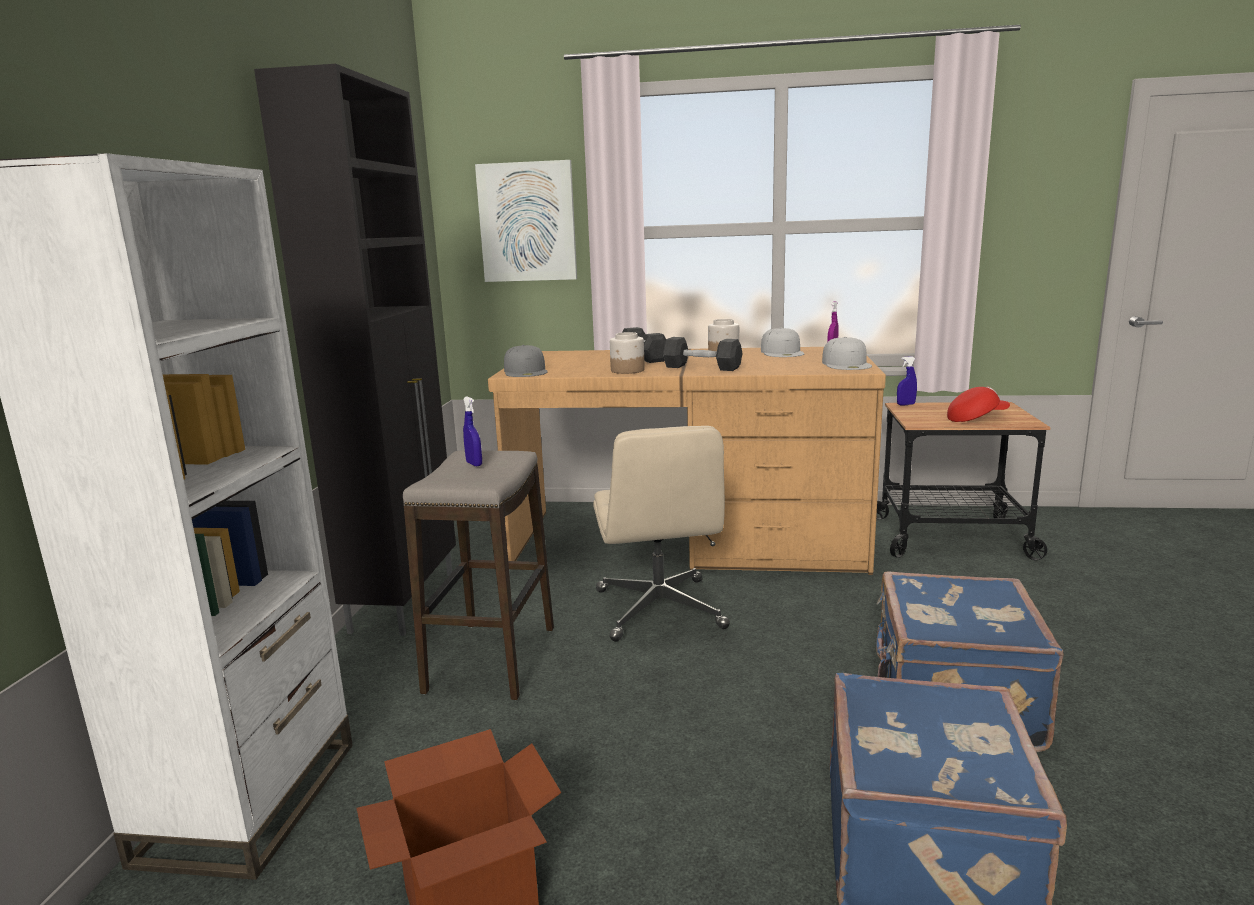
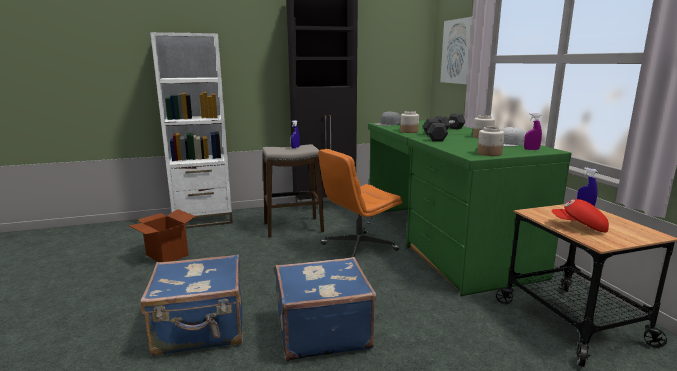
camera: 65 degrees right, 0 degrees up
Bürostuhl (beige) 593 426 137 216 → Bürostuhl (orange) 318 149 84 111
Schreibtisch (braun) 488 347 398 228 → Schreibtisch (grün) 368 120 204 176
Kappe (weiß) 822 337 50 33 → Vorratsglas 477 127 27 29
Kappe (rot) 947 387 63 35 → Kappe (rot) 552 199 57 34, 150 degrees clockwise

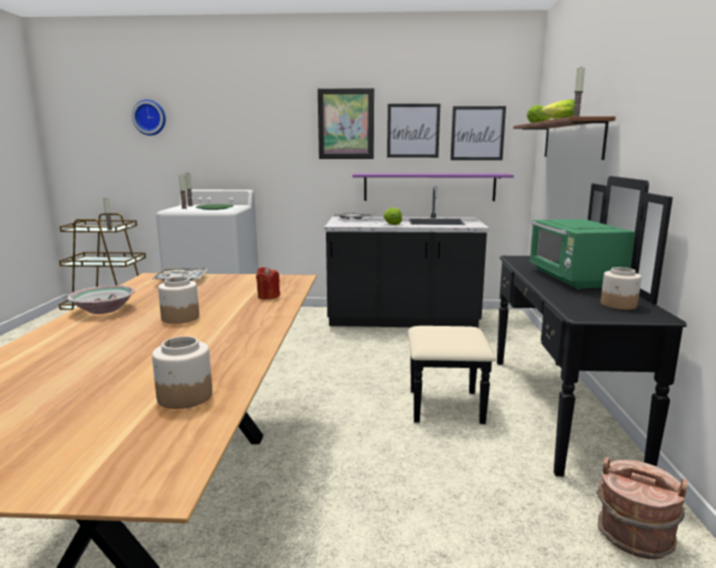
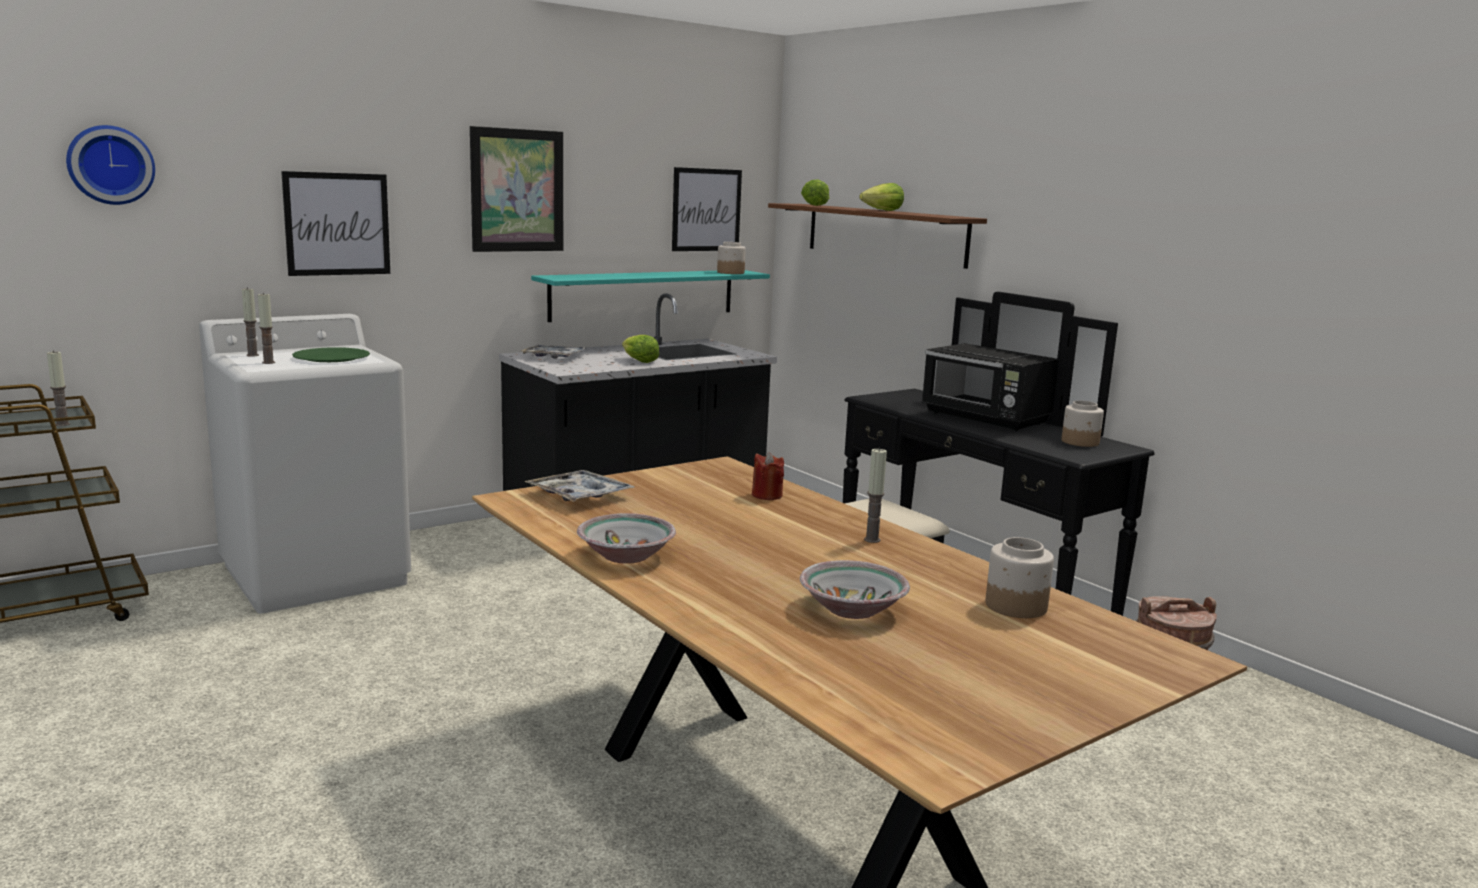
camera: 40 degrees left, 0 degrees up
Bild 387 104 53 54 → Bild 281 171 109 105, shifted
Wandregal (lila) 352 173 162 28 → Wandregal (türkis) 531 270 239 52
Vorratsglas 158 277 41 47 → Vorratsglas 717 242 29 32, shifted
- → Schüssel 800 560 110 59
Kerze 573 68 12 49 → Kerze 864 448 23 95, shifted
Mikrowelle (grün) 530 219 106 71 → Mikrowelle (schwarz) 922 343 137 88

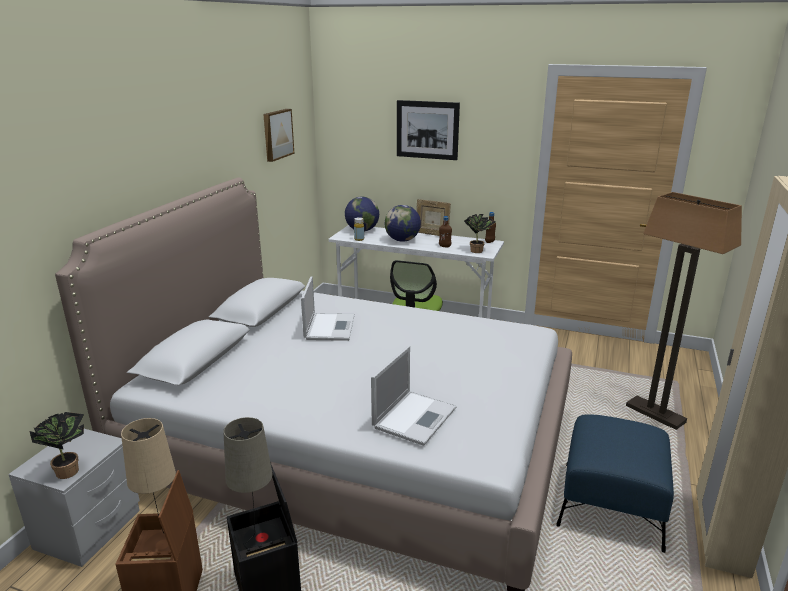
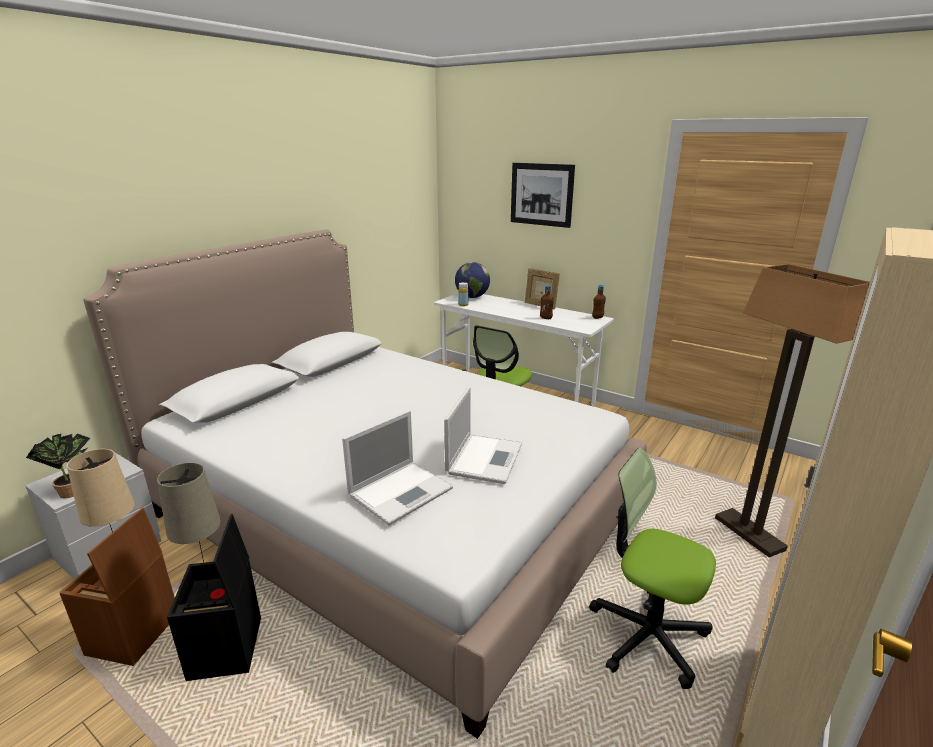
camera: 15 degrees right, 0 degrees up
Laptop 301 276 54 65 → Laptop 444 387 78 97, shifted
Polsterhocker (blau) 556 414 118 139 → Bürostuhl 589 448 127 241
Bild 263 109 31 53 → -
Globus 385 205 36 37 → -
Topfpflanze 464 214 31 39 → -

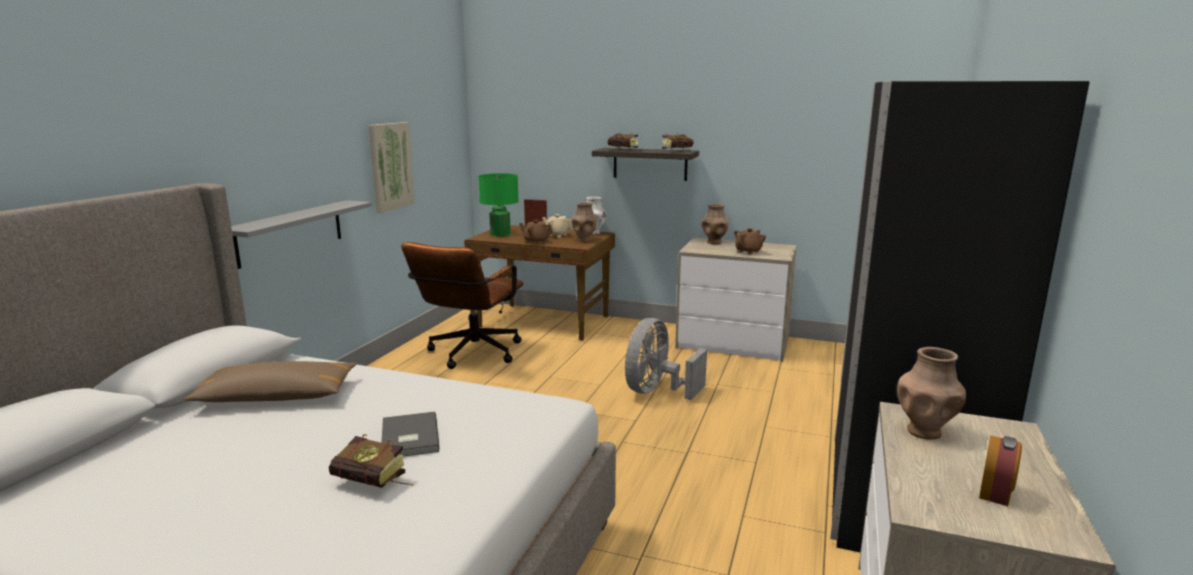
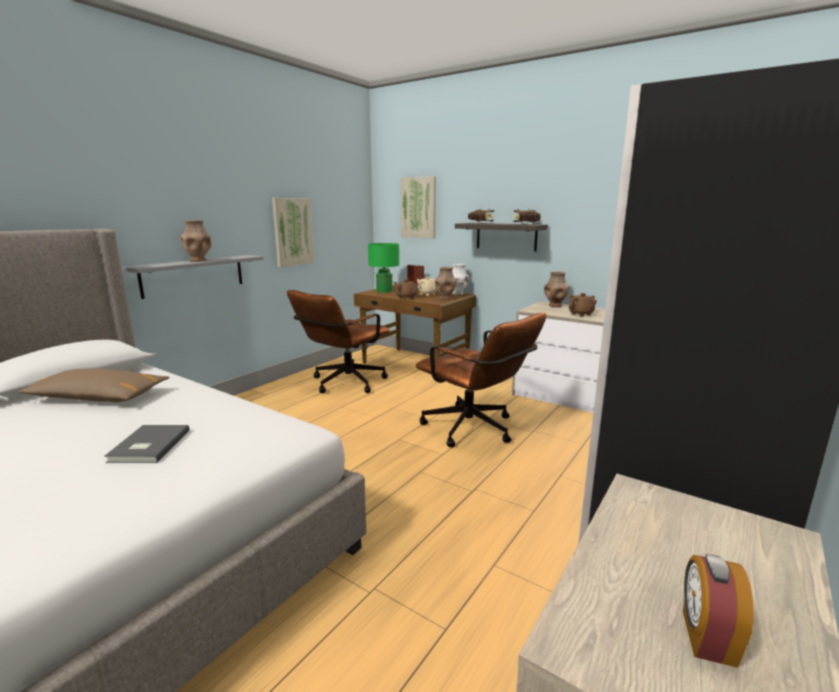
camera: 15 degrees right, 0 degrees up
Vase (braun) 897 347 69 93 → Vase (braun) 181 220 30 42, shifted
- → Bild 400 176 36 63
Ventilator (grau) 625 318 82 82 → Bürostuhl (braun) 416 313 131 135
Wecker 979 435 43 71 → Wecker 683 554 71 114, 150 degrees clockwise
Buch 329 434 84 54 → -

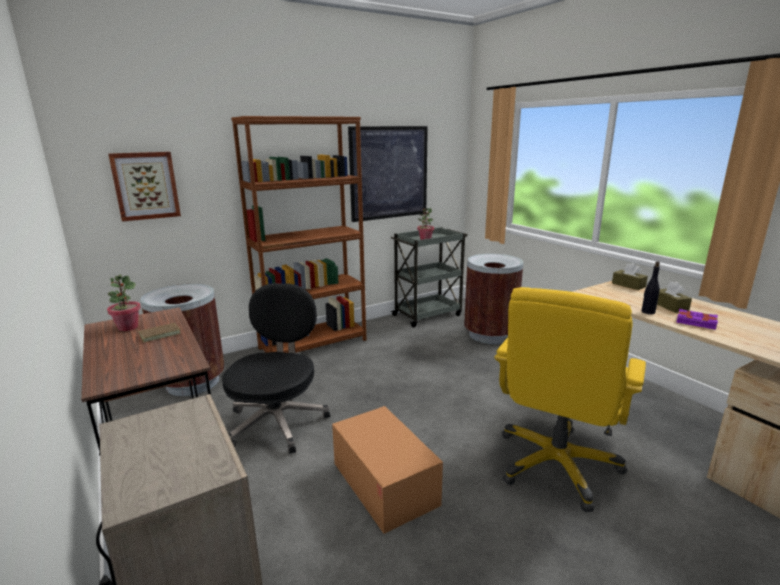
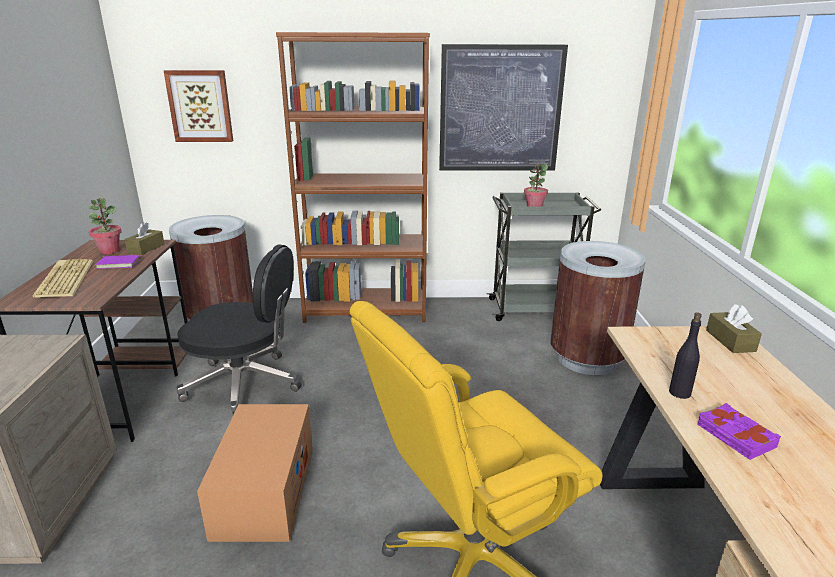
camera: 30 degrees right, 5 degrees up
- → Tastatur 33 259 60 39
Buch (braun) 137 323 44 19 → Buch (lila) 96 254 44 15
Taschentuchbox (braun) 657 281 35 32 → Taschentuchbox (braun) 124 222 40 33, shifted
Bürostuhl (schwarz) 222 283 108 171 → Bürostuhl (schwarz) 176 244 126 171, 60 degrees clockwise

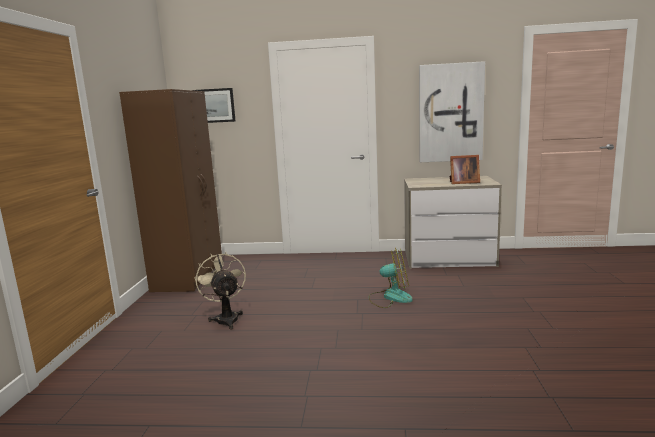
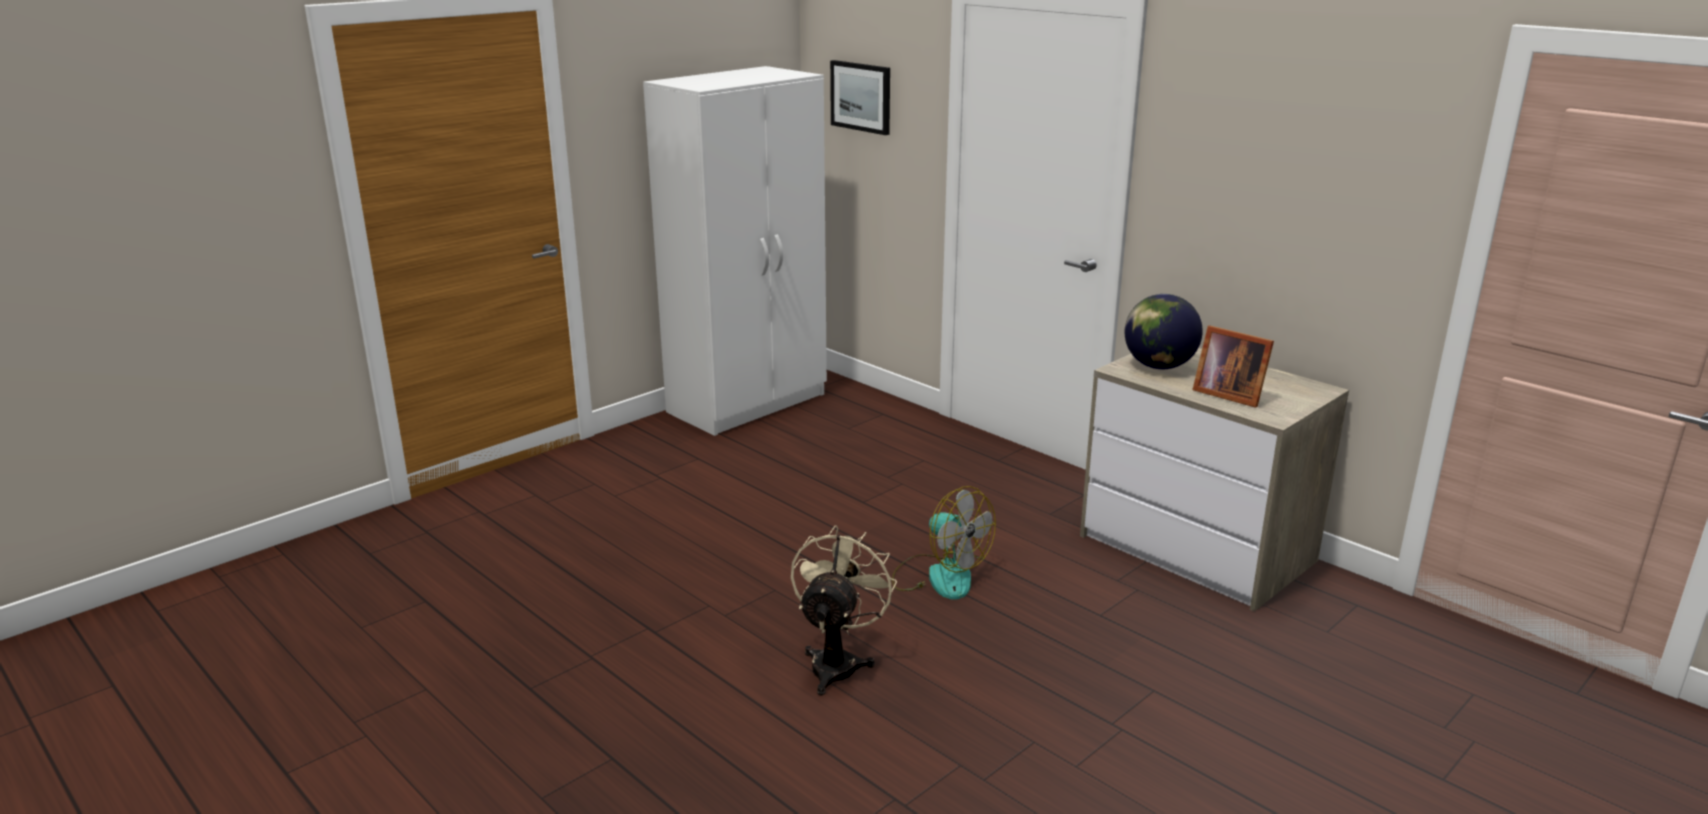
camera: 40 degrees right, 10 degrees up
Kleiderschrank (braun) 119 89 103 203 → Kleiderschrank (weiß) 643 66 184 370
Ventilator (beige) 194 252 52 78 → Ventilator (beige) 791 525 106 170, shifted
- → Globus 1125 294 78 75
Bild 419 61 66 101 → -

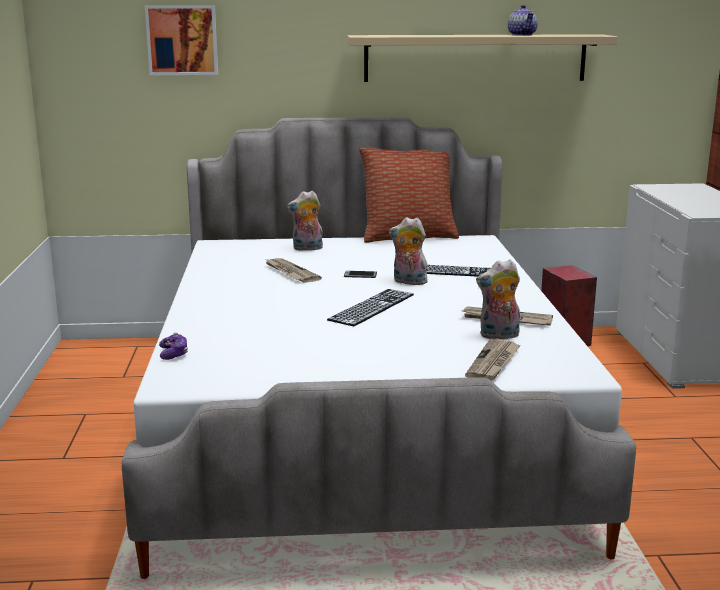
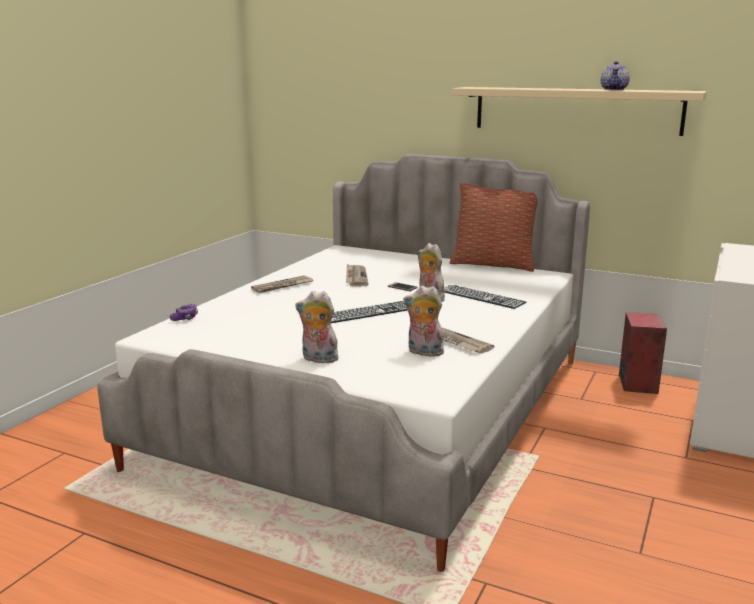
camera: 30 degrees right, 0 degrees up
Zeitung 465 339 56 42 → Zeitung 251 276 62 17, shifted
Plüschtier 287 191 36 60 → Plüschtier 296 291 43 72, shifted
Bild 145 5 73 70 → -

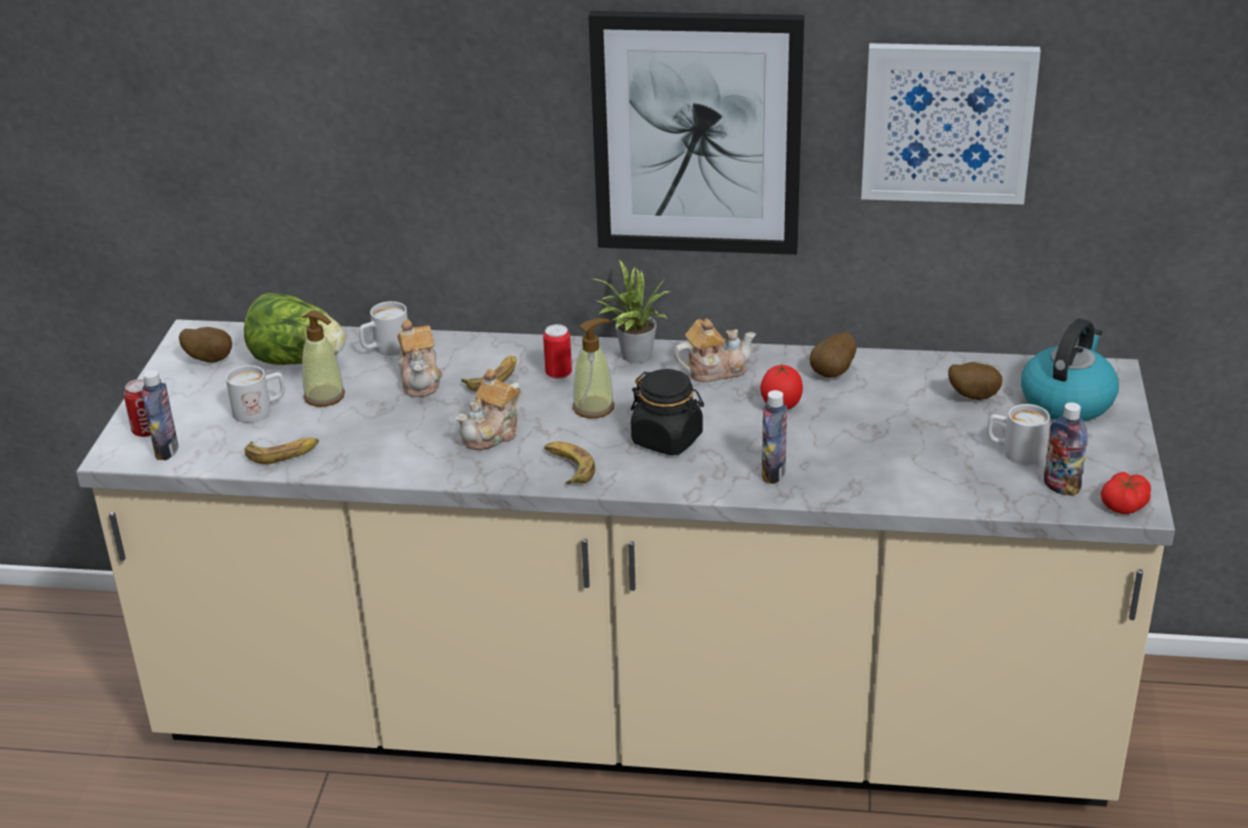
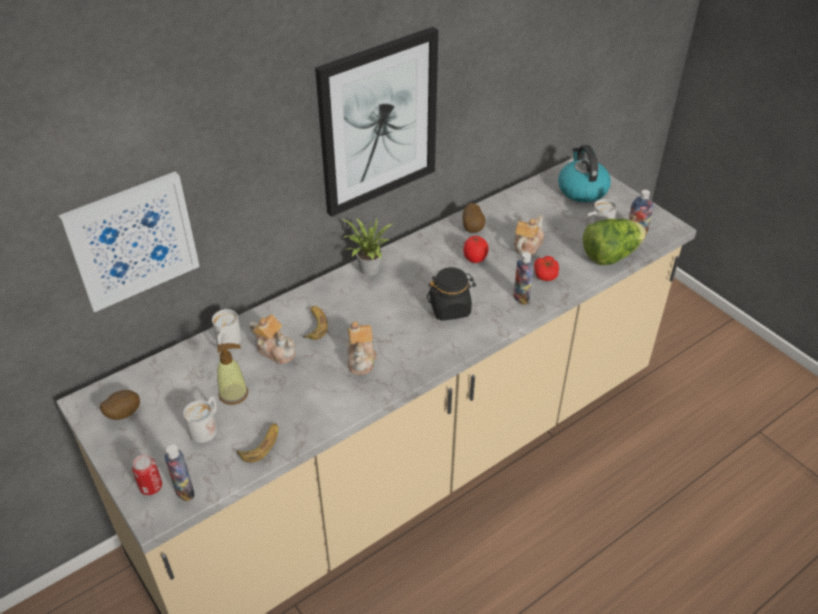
camera: 45 degrees left, 10 degrees up
Bild 861 43 180 161 → Bild 58 171 142 141, shifted
Teekanne 674 319 82 63 → Teekanne 513 215 31 41, shifted
Tomate 1101 472 50 42 → Tomate 534 256 25 25, shifted
Salatkopf 244 292 102 73 → Salatkopf 583 218 63 47, shifted
Dose 543 324 29 57 → -
Banane 544 441 51 43 → -
Seifenspender 573 318 42 100 → -
Kartoffel 948 362 54 38 → -

